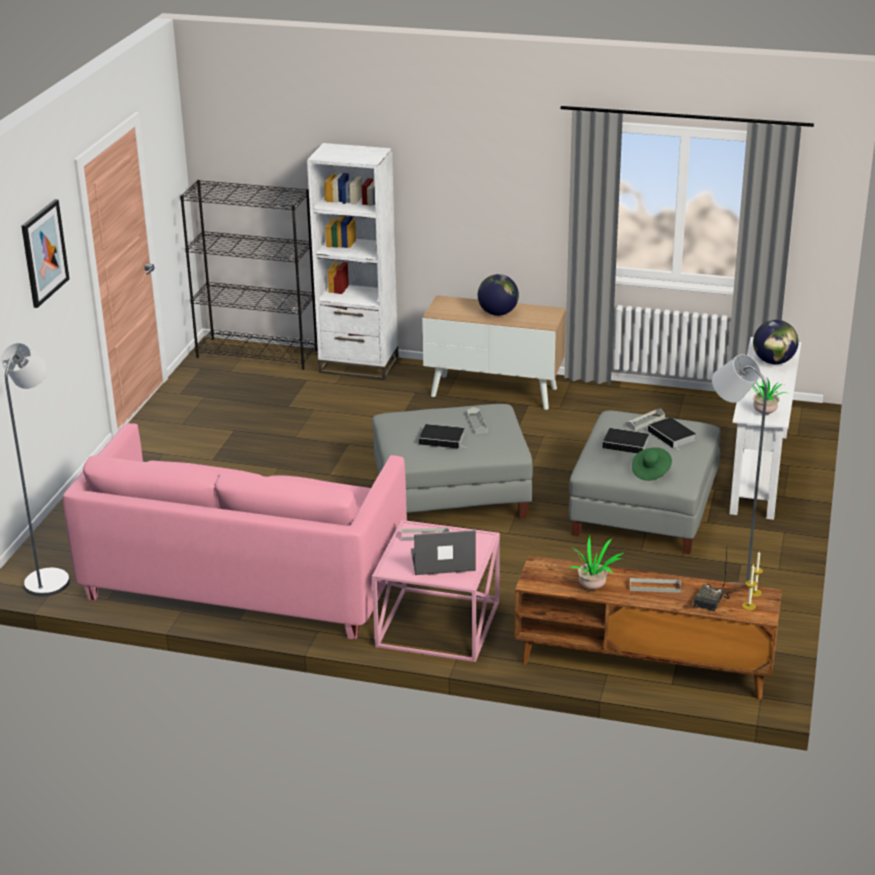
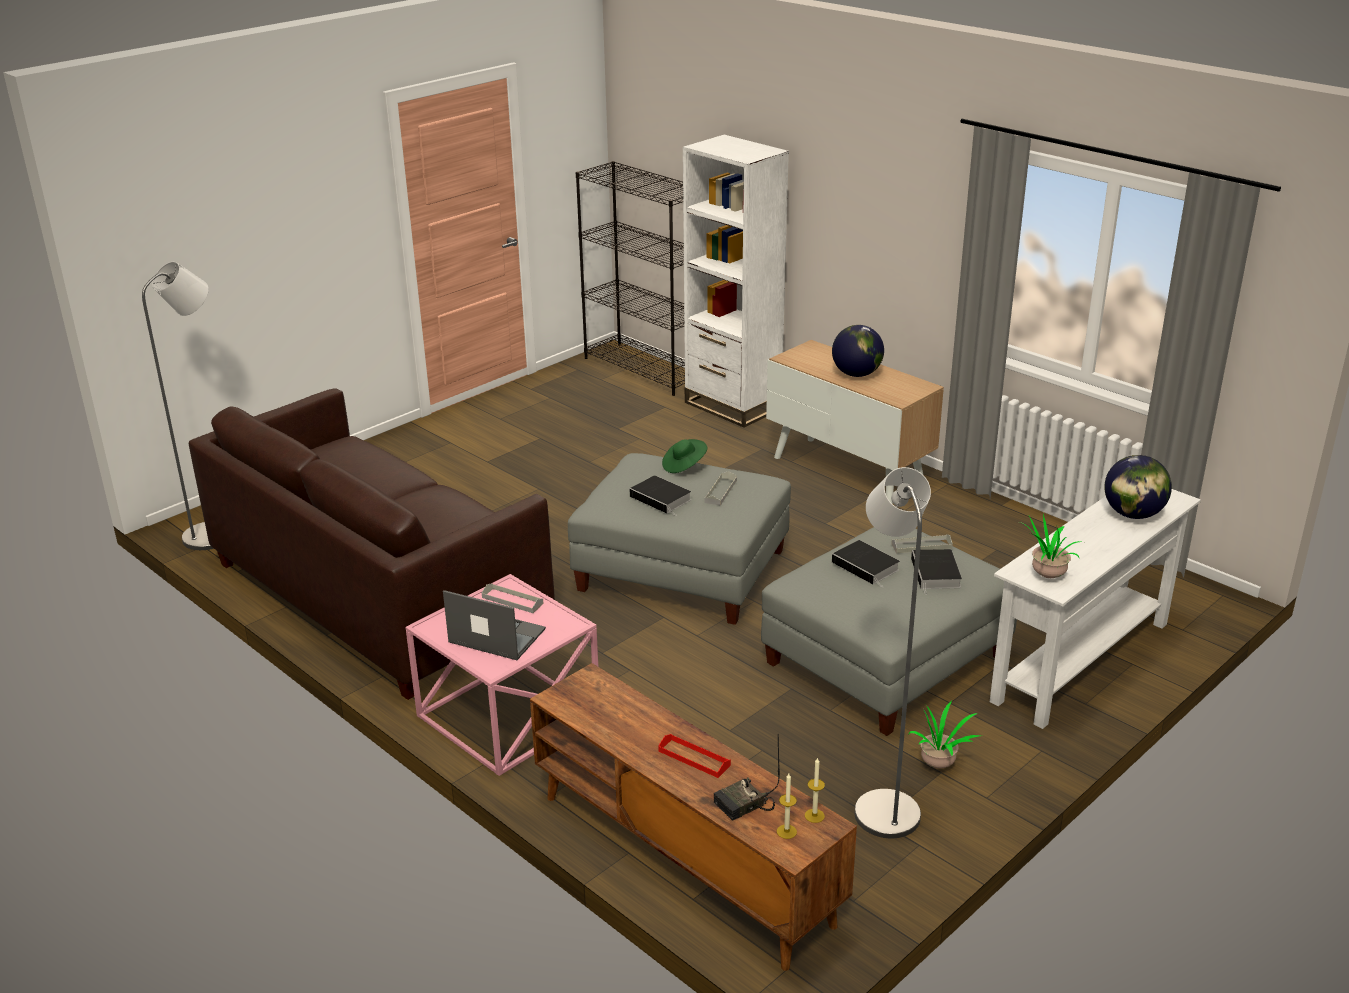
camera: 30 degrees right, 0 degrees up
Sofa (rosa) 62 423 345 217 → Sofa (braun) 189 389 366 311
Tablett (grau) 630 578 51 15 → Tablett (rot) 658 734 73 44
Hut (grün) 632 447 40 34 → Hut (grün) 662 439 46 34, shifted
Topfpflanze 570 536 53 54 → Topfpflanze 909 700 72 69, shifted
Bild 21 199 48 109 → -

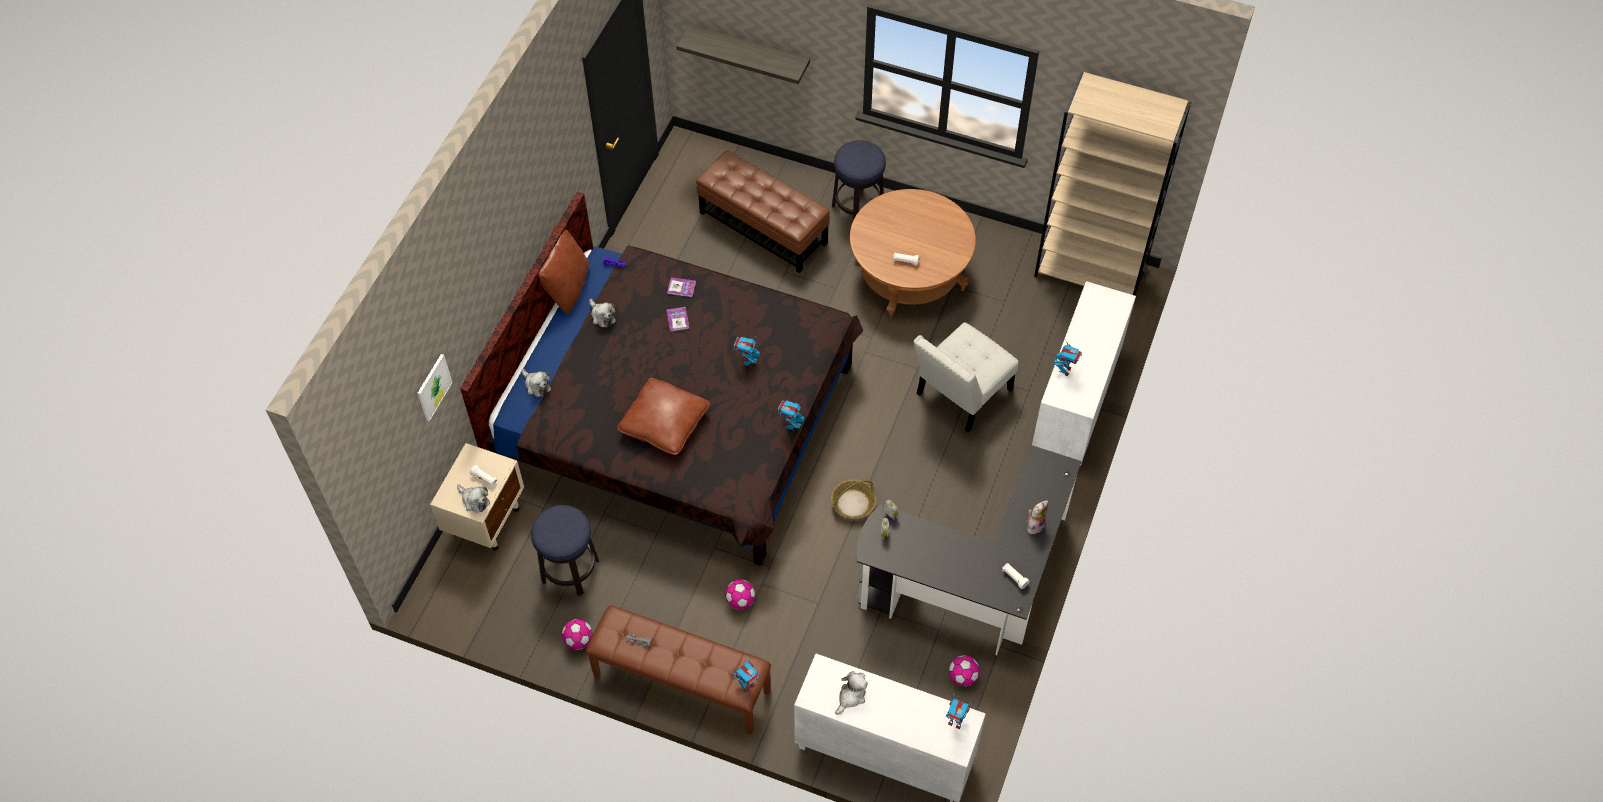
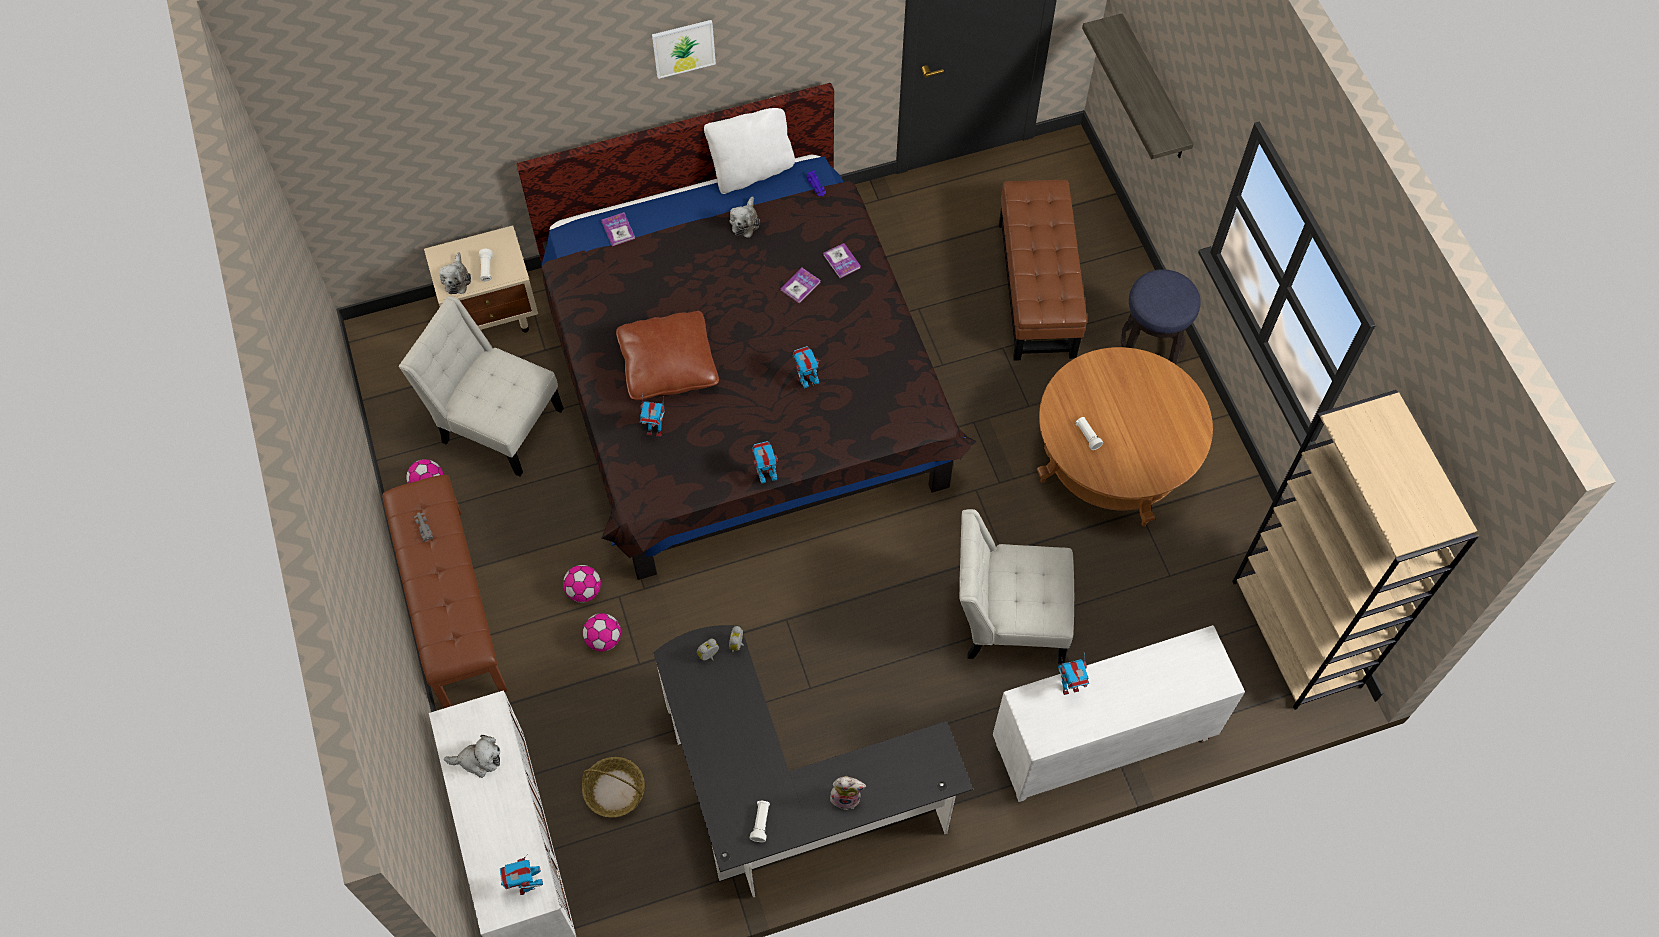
camera: 50 degrees right, 5 degrees up
Hocker 531 505 68 91 → Stuhl (weiß) 399 296 165 181
Korb 831 479 45 40 → Korb 582 757 63 61, shifted
Fußball 949 655 31 31 → Fußball 583 613 38 39, shifted
Plüschtier 521 368 30 29 → Buch 601 212 34 34
Spielzeugroboter 733 657 27 36 → Spielzeugroboter 640 393 25 44, shifted
Bild 418 354 35 67 → Bild 652 20 64 59, shifted
Kissen (braun) 538 225 51 89 → Kissen (weiß) 704 97 91 97

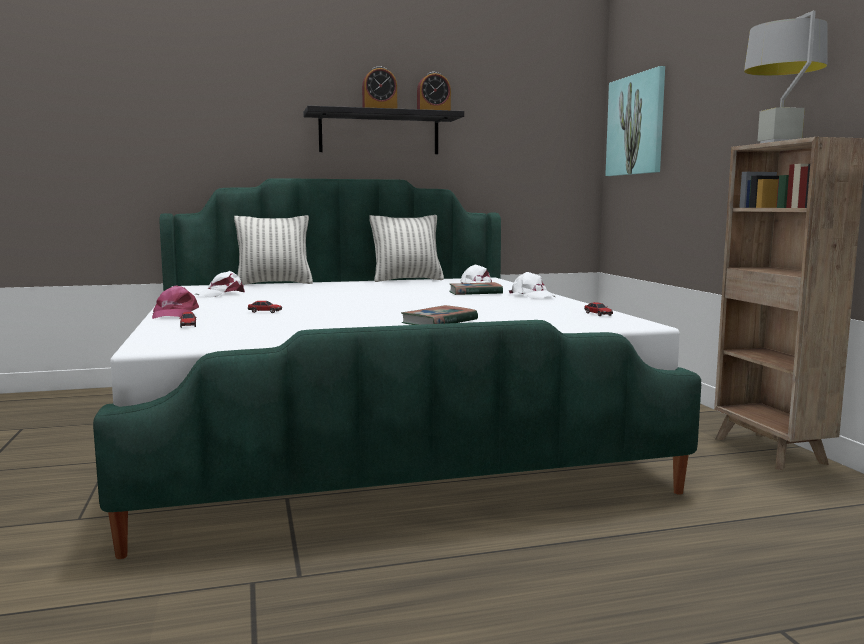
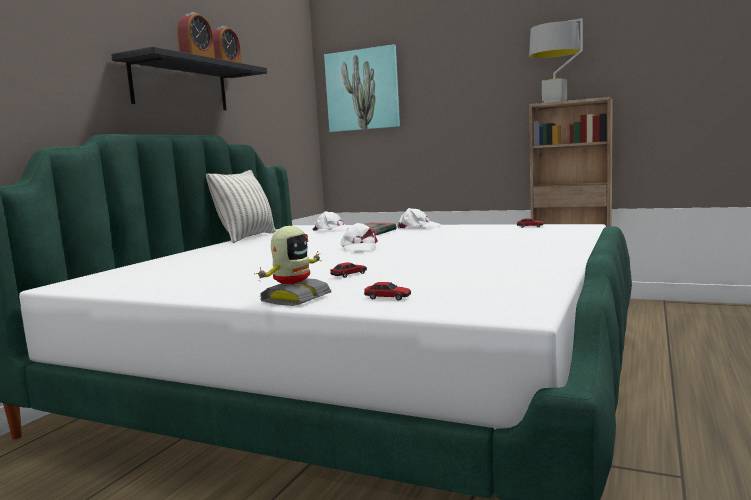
camera: 50 degrees left, 0 degrees up
Kappe (rosa) 152 285 47 34 → Spielzeugroboter 254 226 77 80
Kappe (weiß) 195 271 50 27 → Kappe (weiß) 341 223 37 29, shifted
Kissen 234 215 79 70 → -
Buch 401 305 77 20 → -

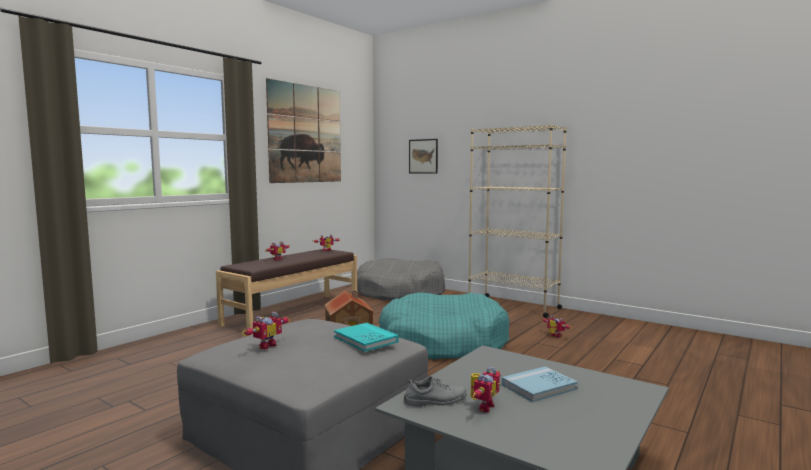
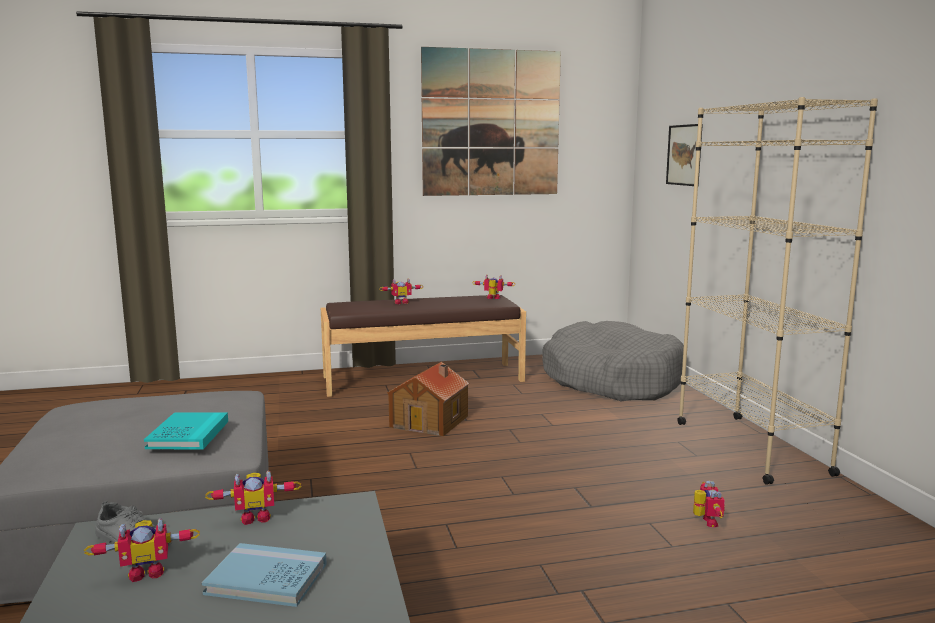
camera: 40 degrees right, 5 degrees up
Spielzeugroboter 242 312 49 38 → Spielzeugroboter 205 470 97 55, shifted
Hundebett (türkis) 379 292 131 67 → -

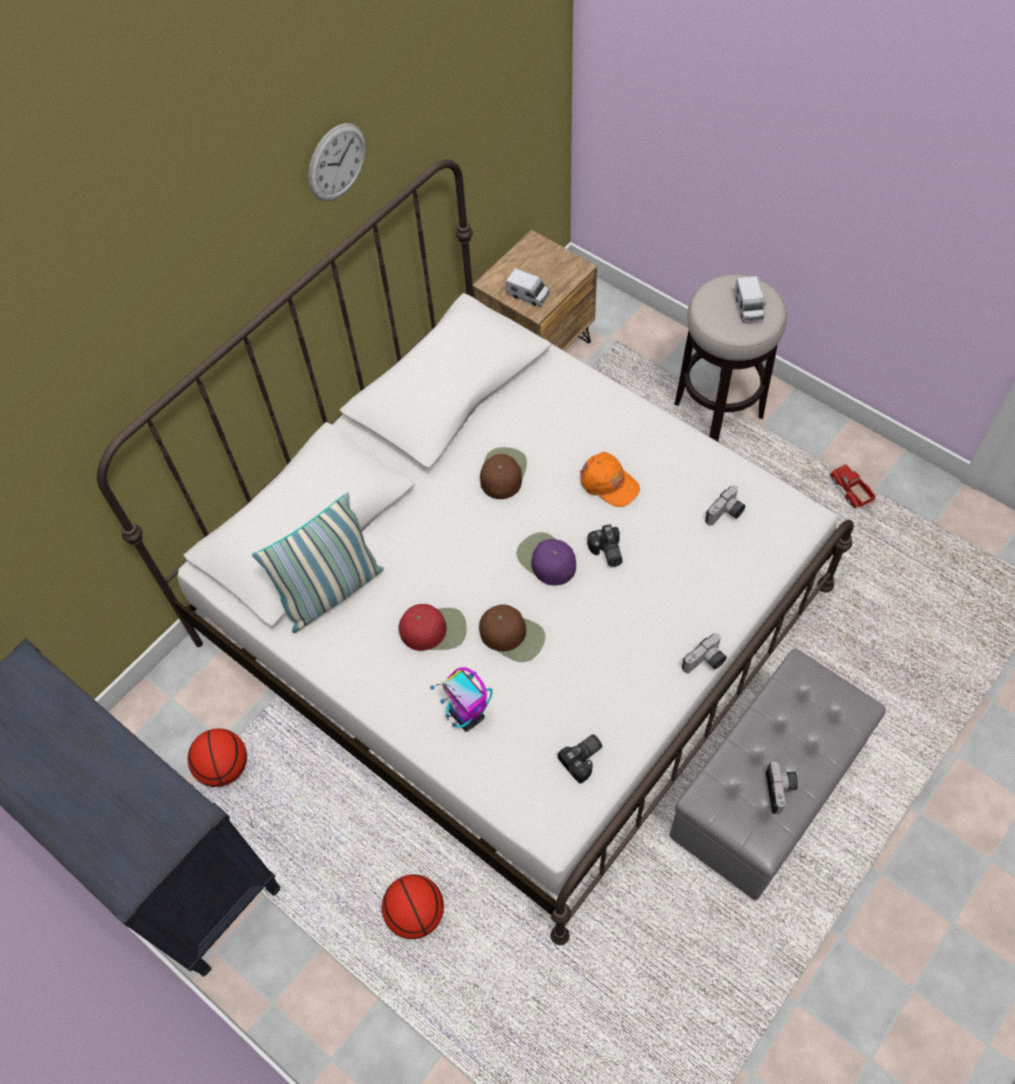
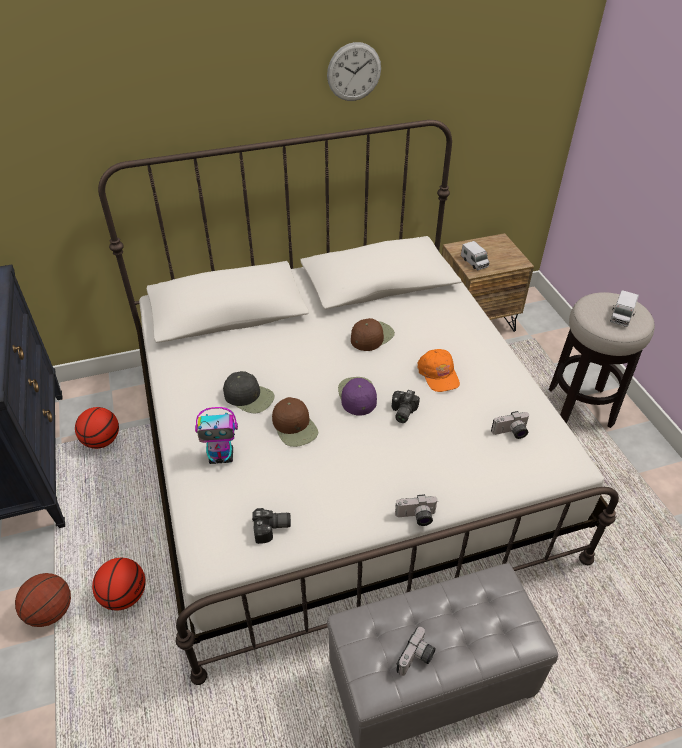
camera: 30 degrees right, 15 degrees down
- → Basketball 15 573 56 54
Spielzeugroboter 430 667 63 65 → Spielzeugroboter 195 407 43 57, 90 degrees counterclockwise
Kappe (rot) 398 604 69 47 → Kappe (schwarz) 223 371 52 43
Kissen 252 492 132 141 → -
Spielzeuglaster 829 464 47 45 → -

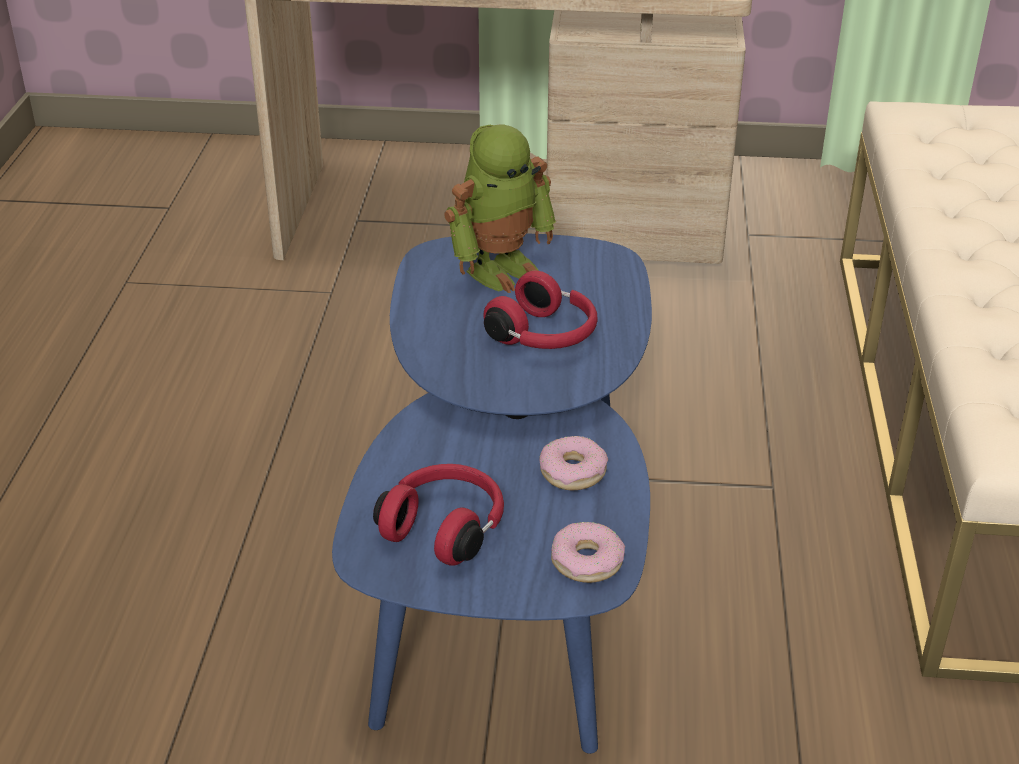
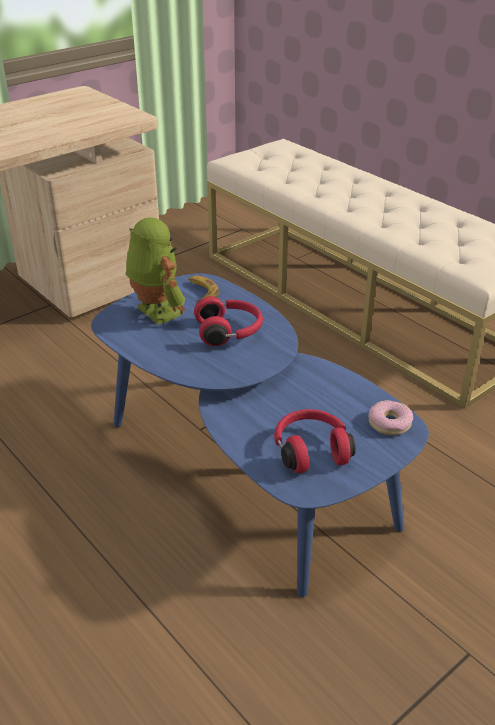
camera: 45 degrees left, 0 degrees up
Spielzeugroboter 444 125 112 168 → Spielzeugroboter 126 218 60 106, 45 degrees counterclockwise
- → Banane 188 276 31 25
Donut 539 436 69 54 → -

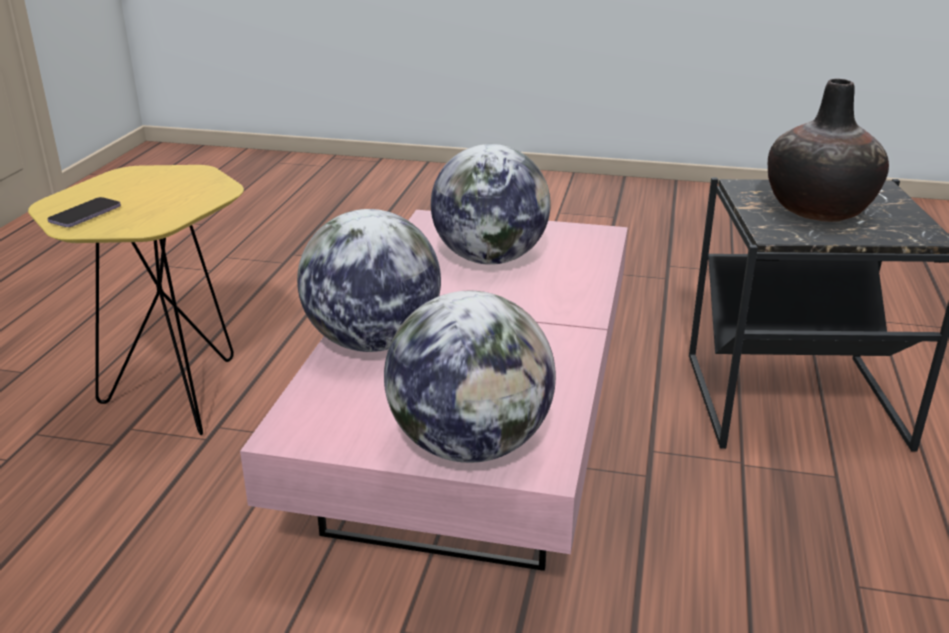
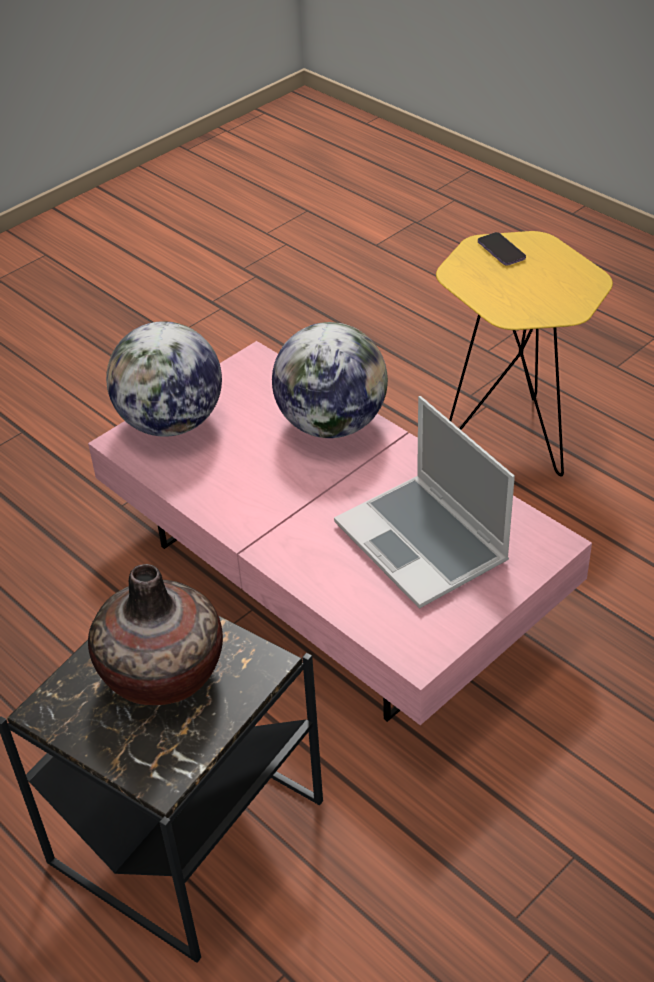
camera: 125 degrees right, 15 degrees up
Globus 431 144 119 121 → Laptop 334 396 181 213

